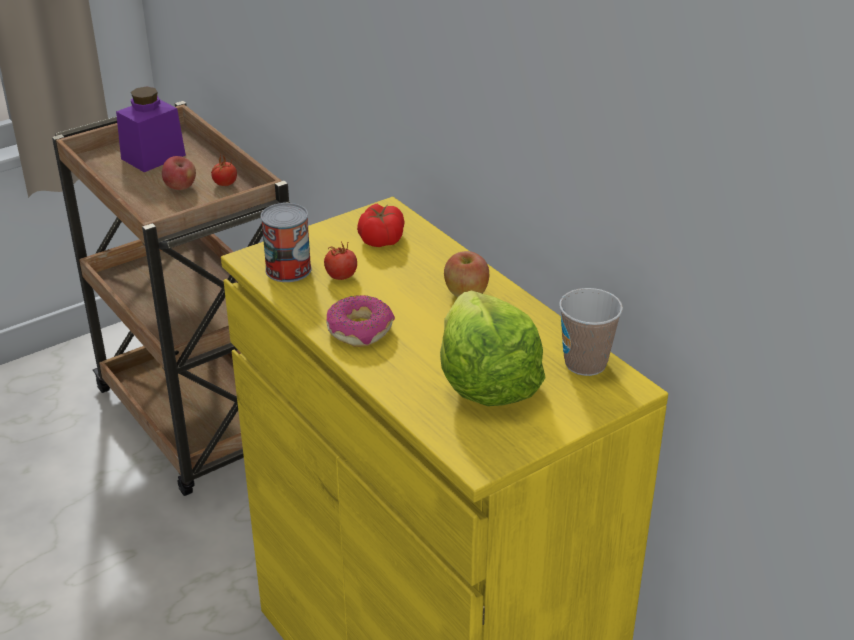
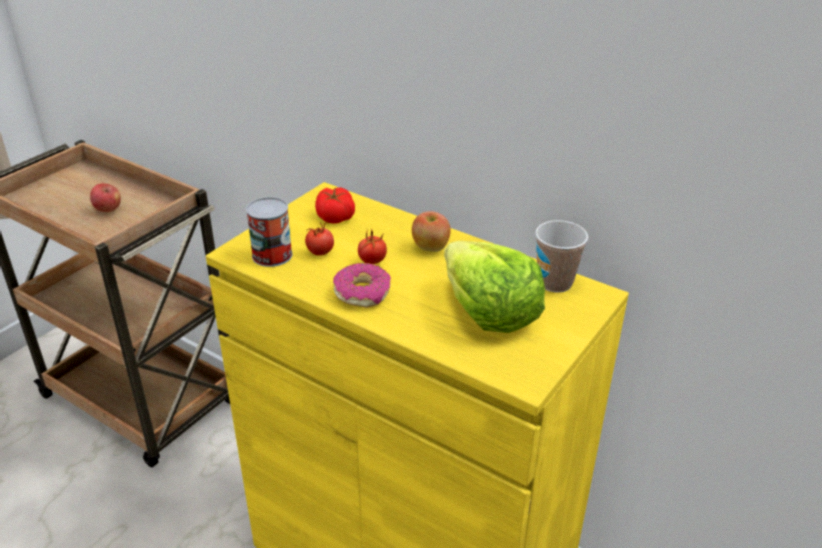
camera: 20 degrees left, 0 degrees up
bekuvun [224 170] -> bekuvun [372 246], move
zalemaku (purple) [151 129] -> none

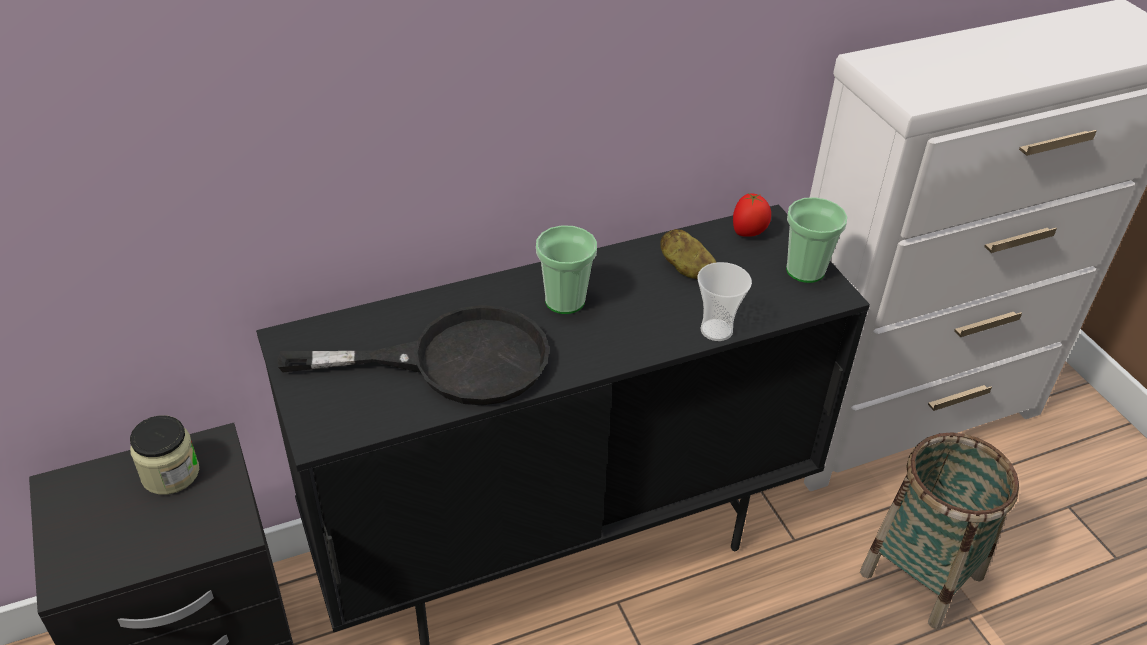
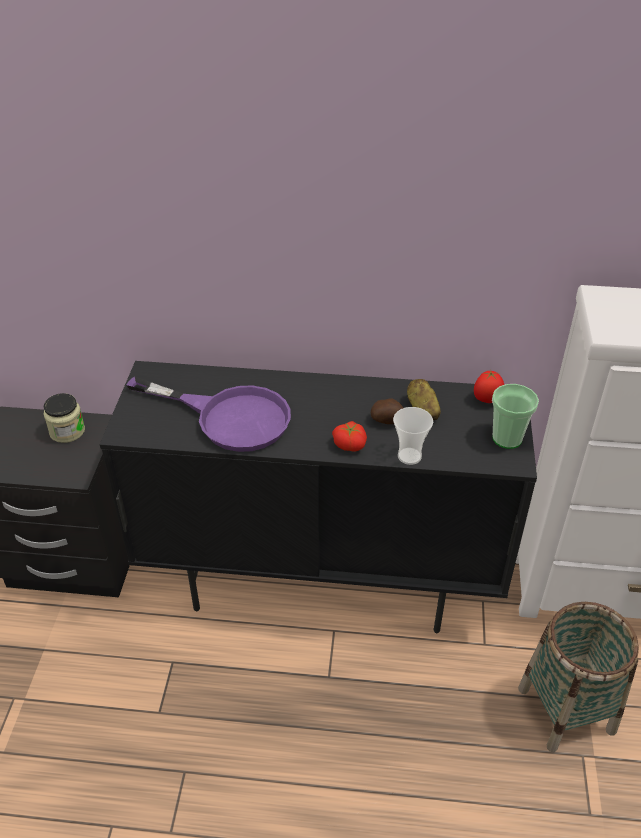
camera: 30 degrees right, 0 degrees up
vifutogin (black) [413 355] -> vifutogin (purple) [208 414]
none -> bekuvun [349 436]
none -> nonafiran [387 411]
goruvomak [566 269] -> none

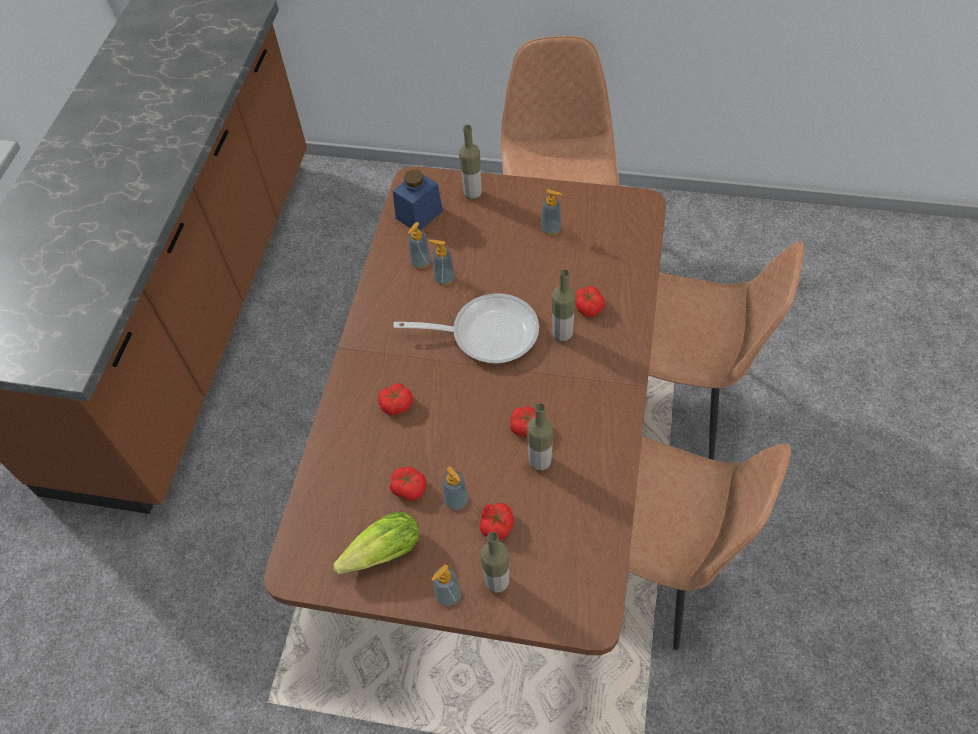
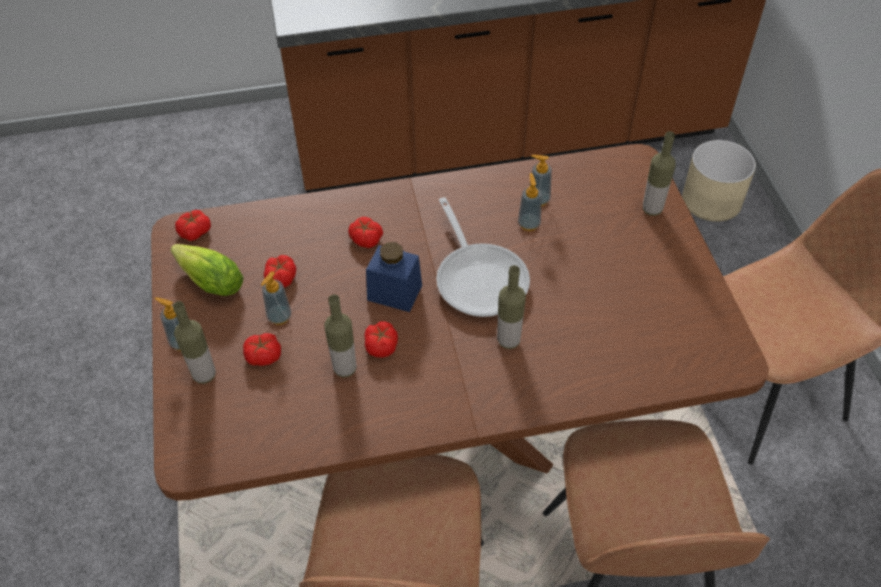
camera: 65 degrees right, 5 degrees down
bekuvun [590 301] -> bekuvun [193 225], move
zalemaku (blue) [418 199] -> zalemaku (blue) [394 277], move
none -> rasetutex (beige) [719 181]
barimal [551 212] -> none

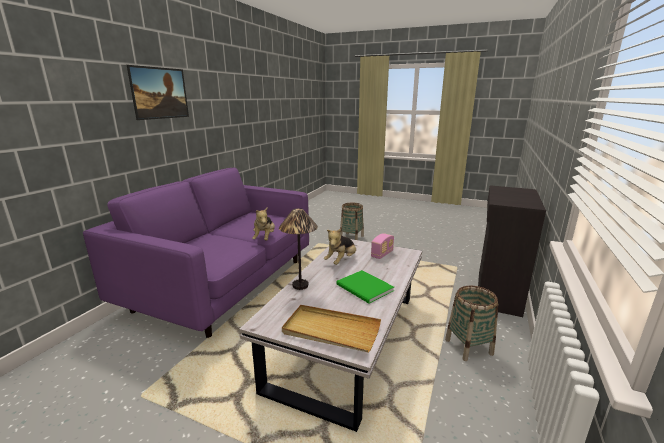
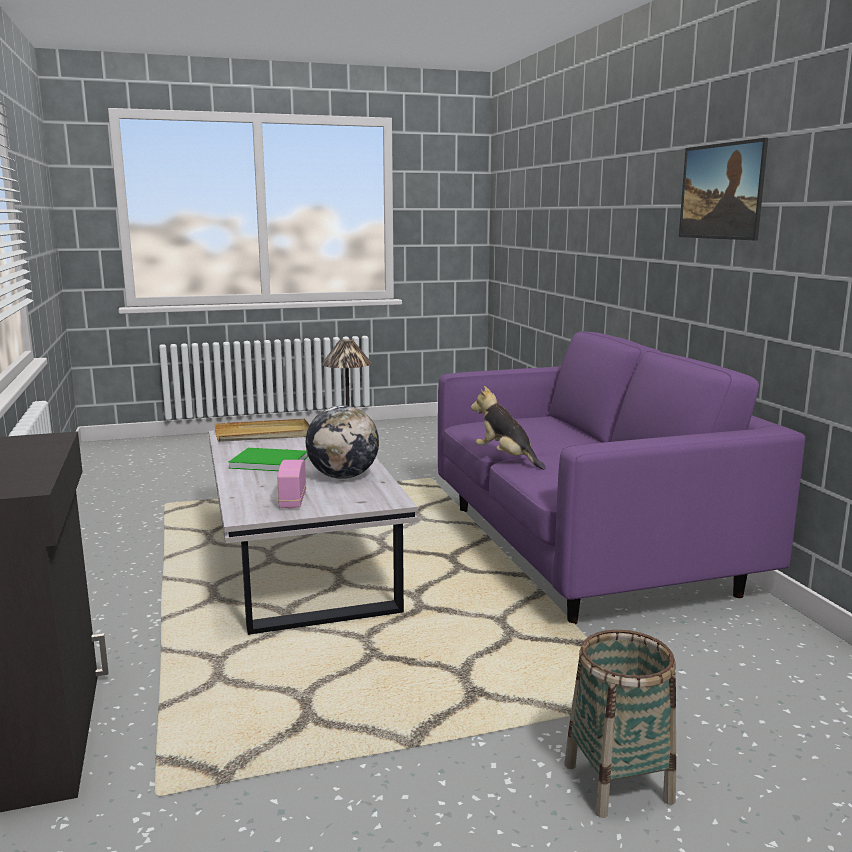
camera: 140 degrees right, 5 degrees down
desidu [340 246] -> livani [342 442]
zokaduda [471 323] -> none

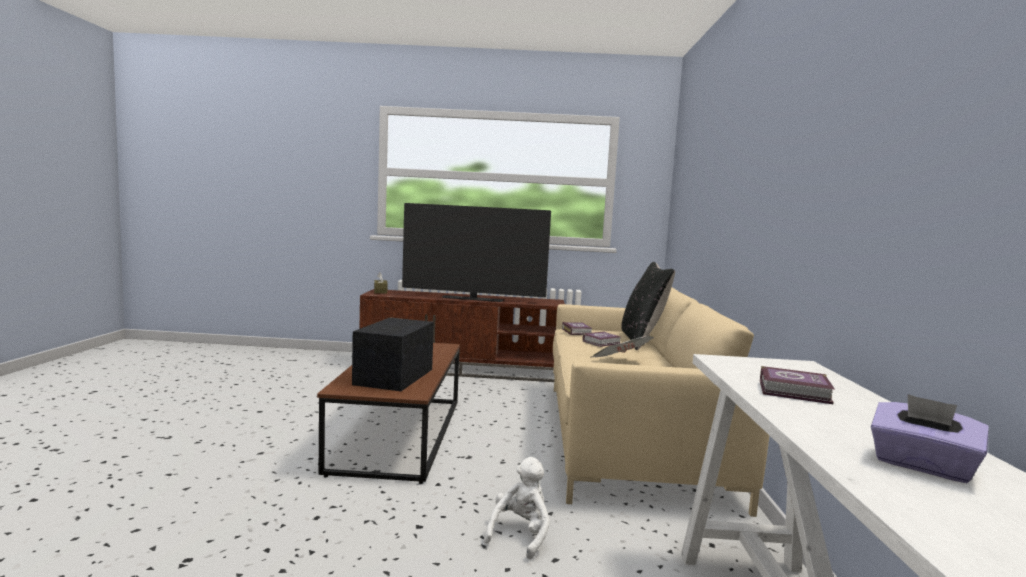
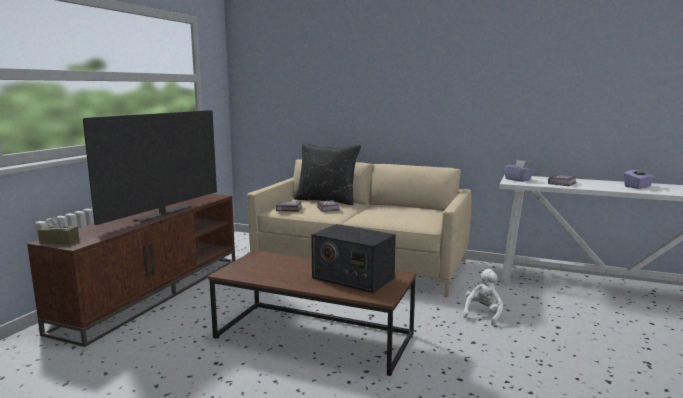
camera: 70 degrees left, 5 degrees up
desidu (white) [517 508] -> desidu (white) [483 297], 75 degrees clockwise
none -> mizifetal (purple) [519 171]
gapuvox [622 346] -> none

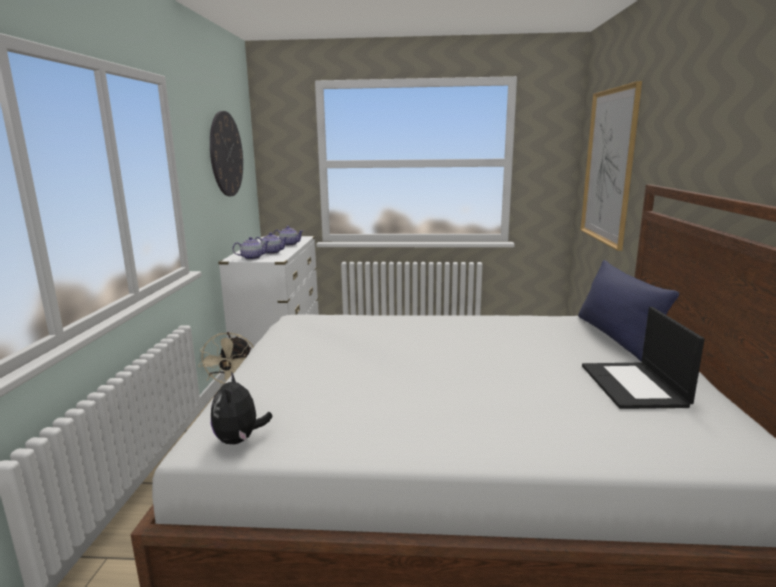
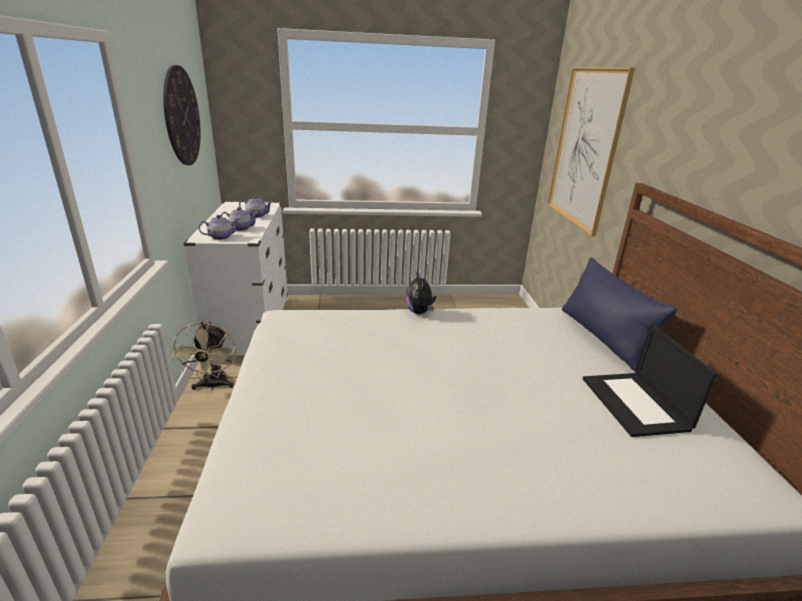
camera: 10 degrees left, 10 degrees up
desidu [242 408] -> desidu [420 293], move

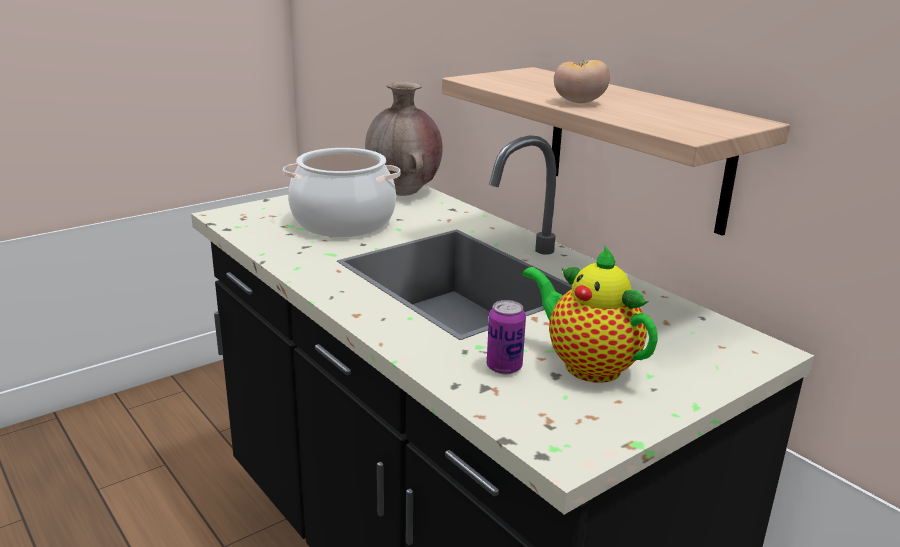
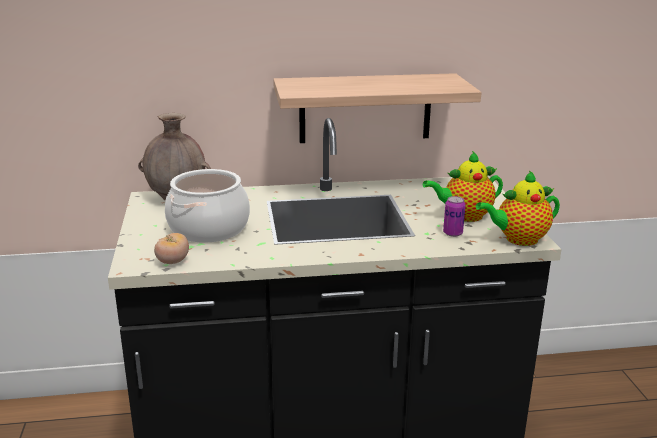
camera: 60 degrees left, 0 degrees up
bekuvun [582 81] -> bekuvun [171 248], move
none -> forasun [518 208]

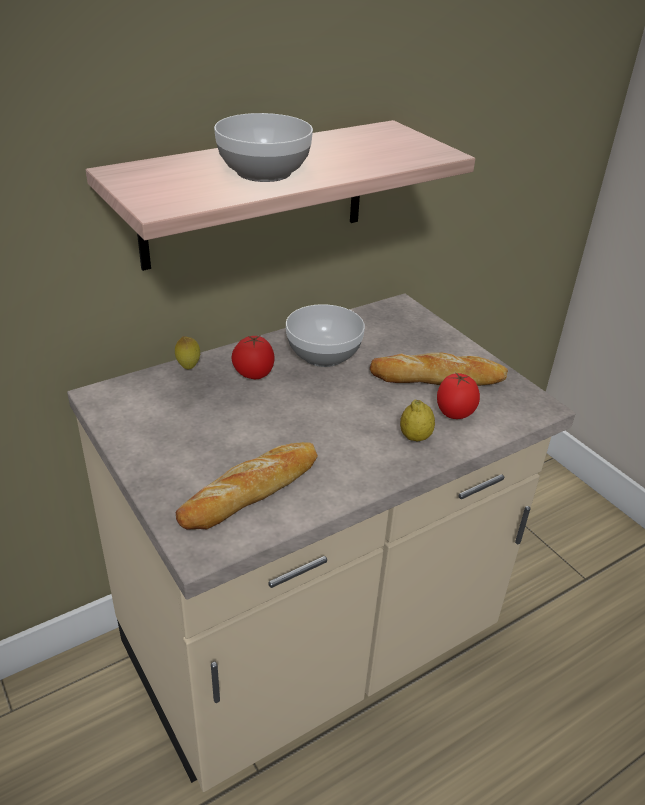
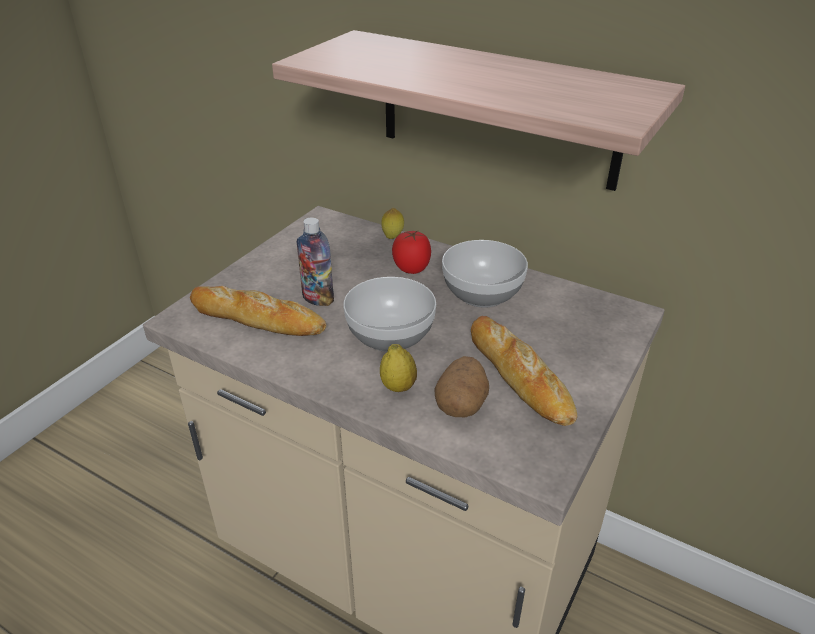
camera: 65 degrees right, 0 degrees up
none -> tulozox [315 261]
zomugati [263 147] -> zomugati [389 314], move
bekuvun [458 395] -> nonafiran [461 386]

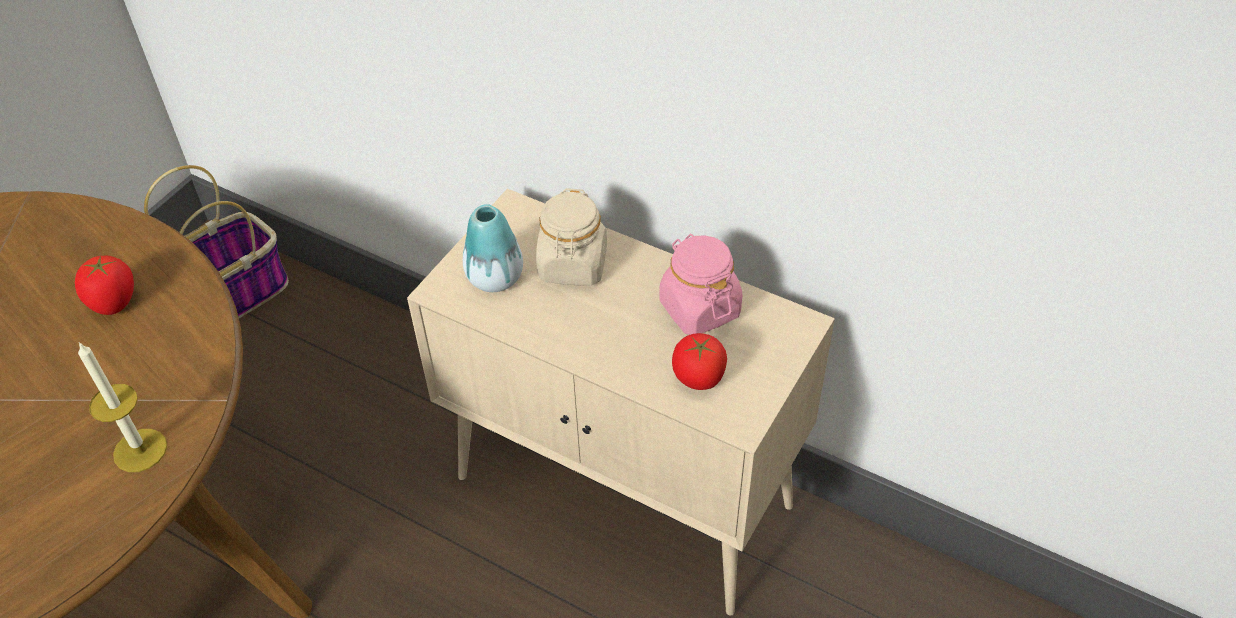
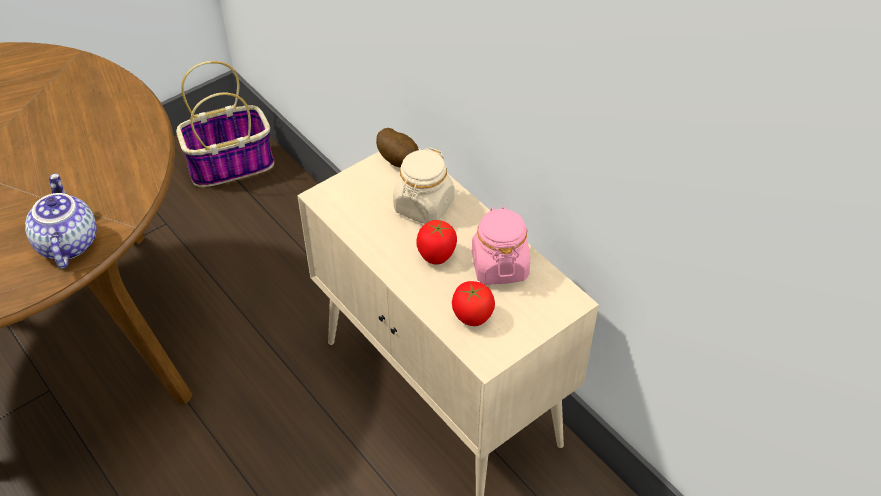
camera: 20 degrees right, 0 degrees up
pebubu [122 407] -> forasun [61 221]
none -> nonafiran [397 148]
bekuvun [104 285] -> bekuvun [436 242], move
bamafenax [493 248] -> none

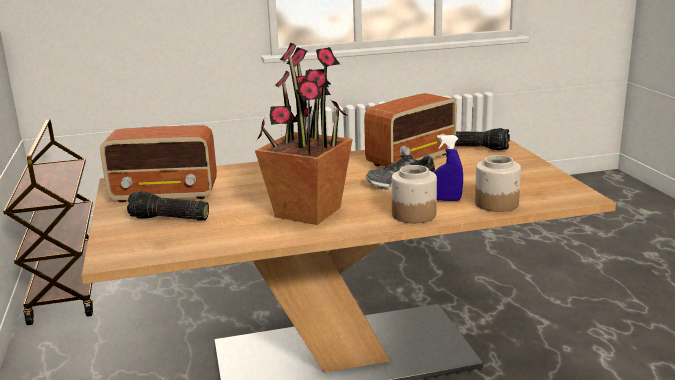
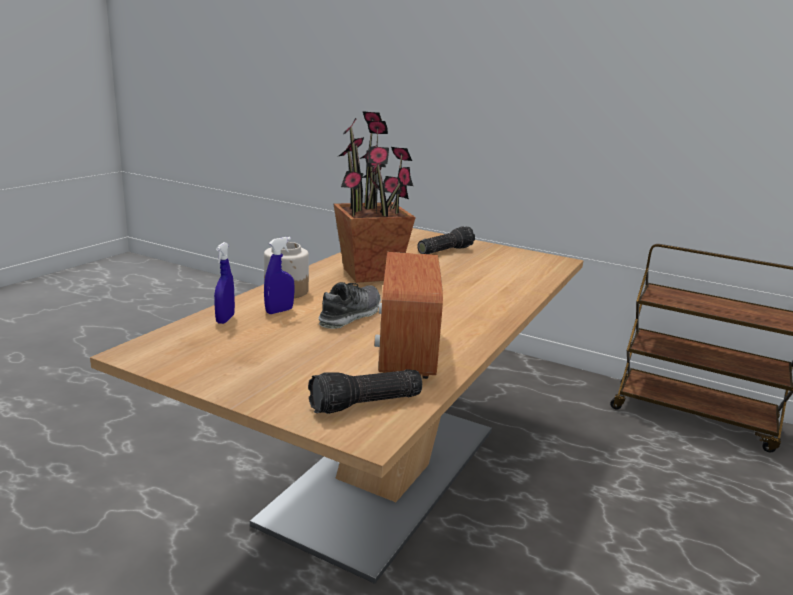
camera: 130 degrees right, 0 degrees up
zalemaku [498 183] -> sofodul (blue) [224 283]
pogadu [158 164] -> none

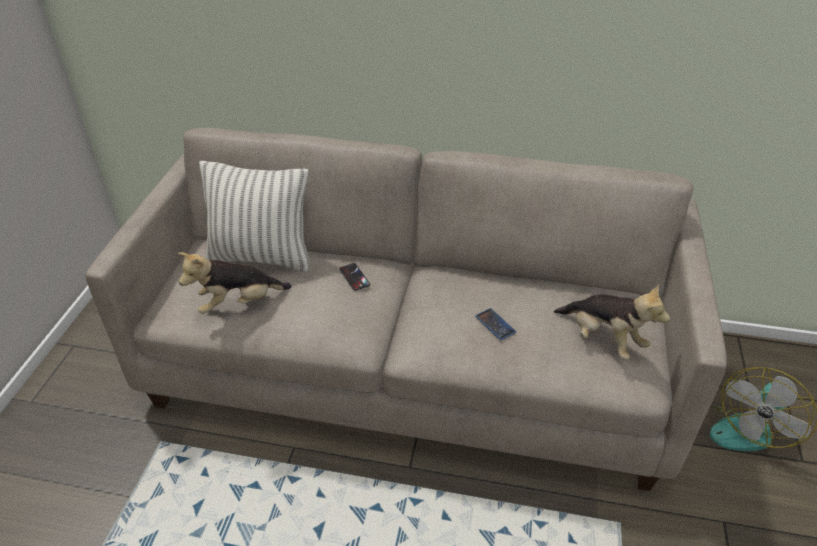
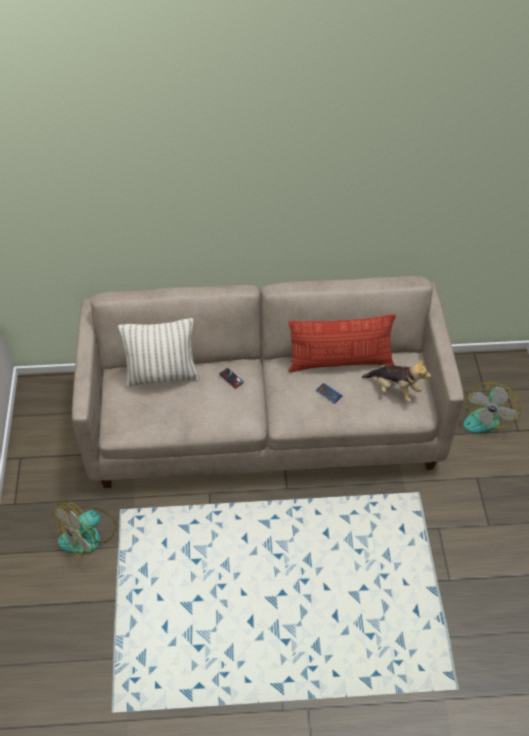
camera: 15 degrees left, 10 degrees up
none -> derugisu [85 529]
none -> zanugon [342 343]
desidu [234 283] -> none

